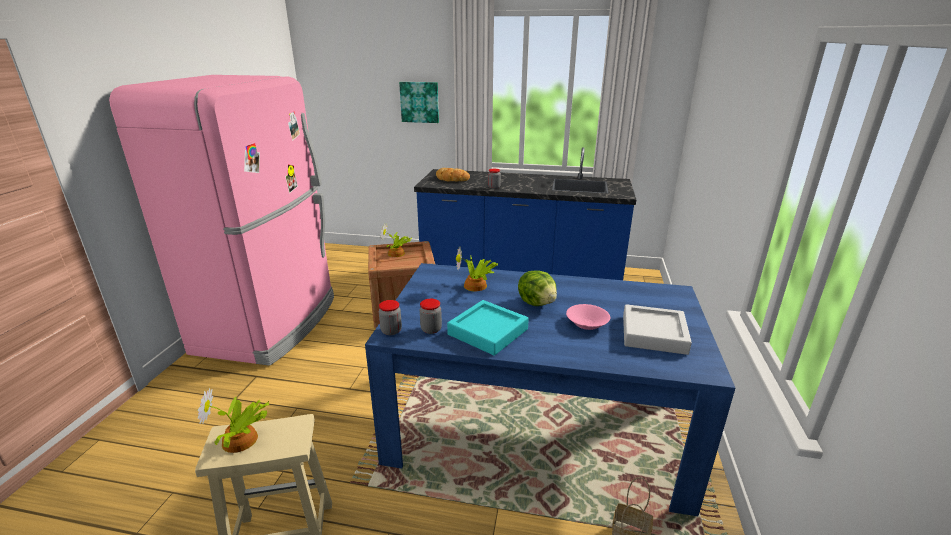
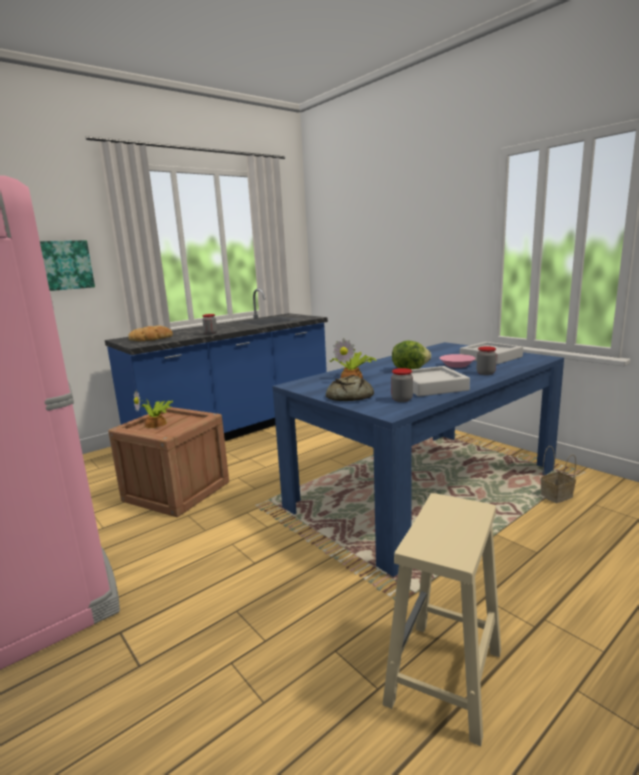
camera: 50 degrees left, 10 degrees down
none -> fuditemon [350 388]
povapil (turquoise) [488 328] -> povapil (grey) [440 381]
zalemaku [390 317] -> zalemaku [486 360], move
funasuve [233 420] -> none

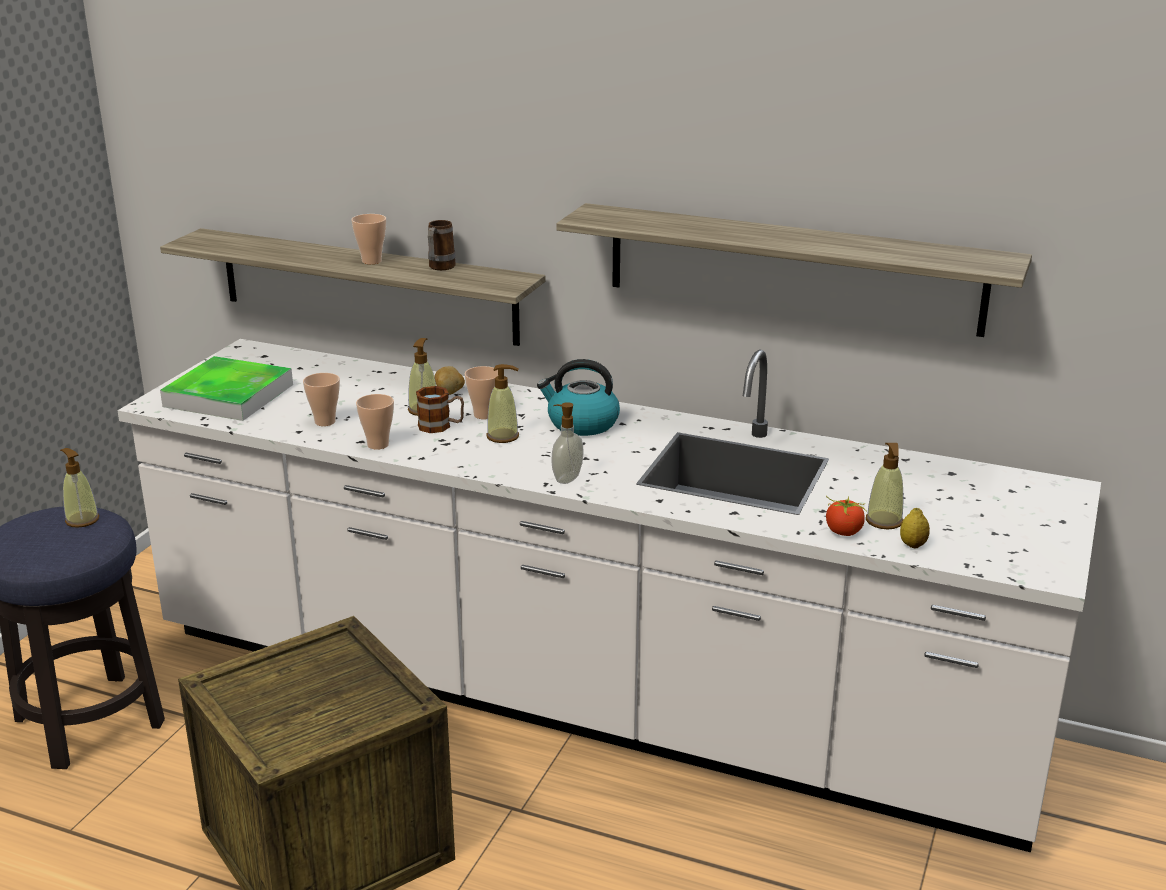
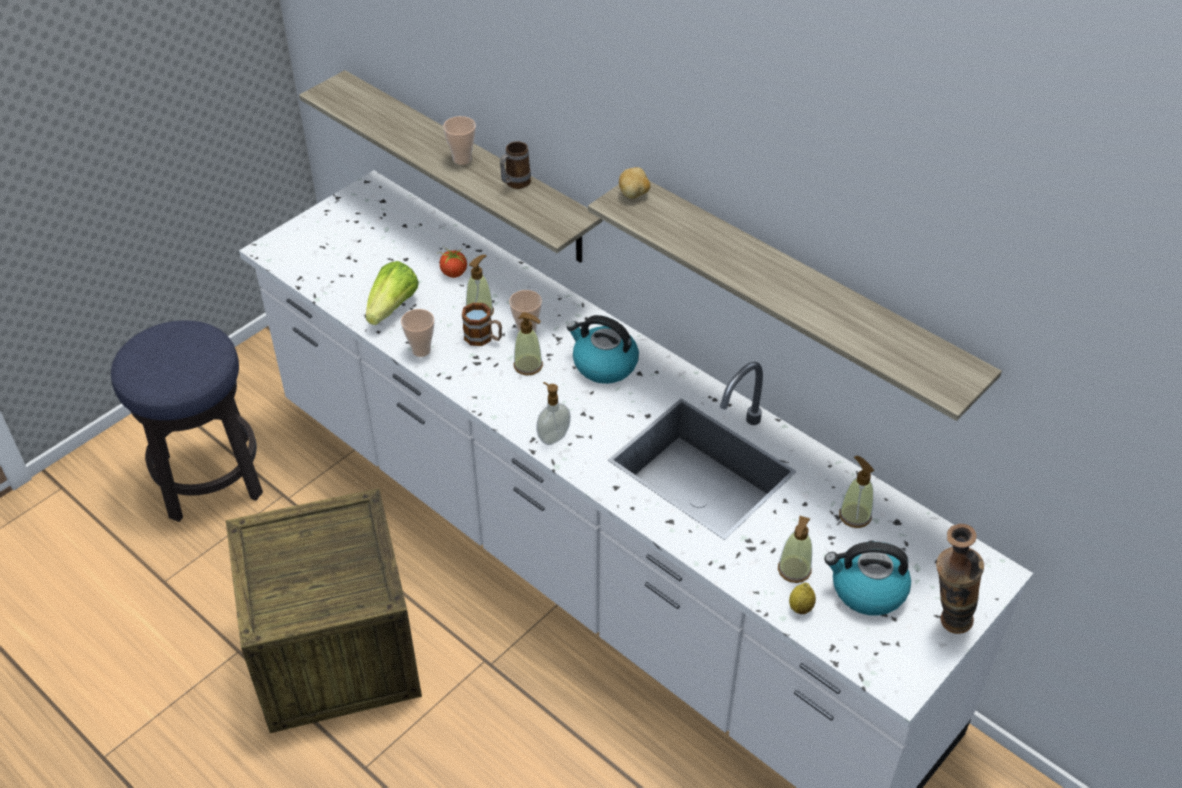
camera: 20 degrees right, 20 degrees up
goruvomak [321 399] -> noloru [392 293]
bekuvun [846 516] -> bekuvun [452 262], move
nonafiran [449 380] -> nonafiran [634 183], move
none -> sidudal [867 579]
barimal [79 488] -> barimal [856 492], move
none -> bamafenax [960 579]
povapil [226 388] -> none

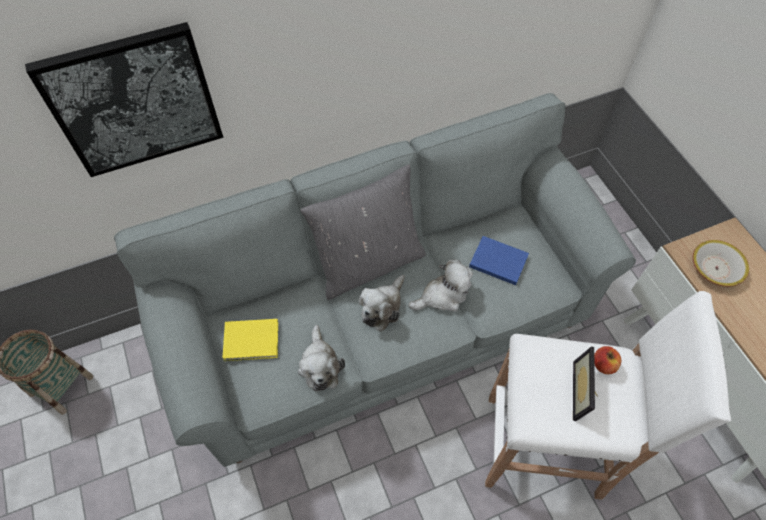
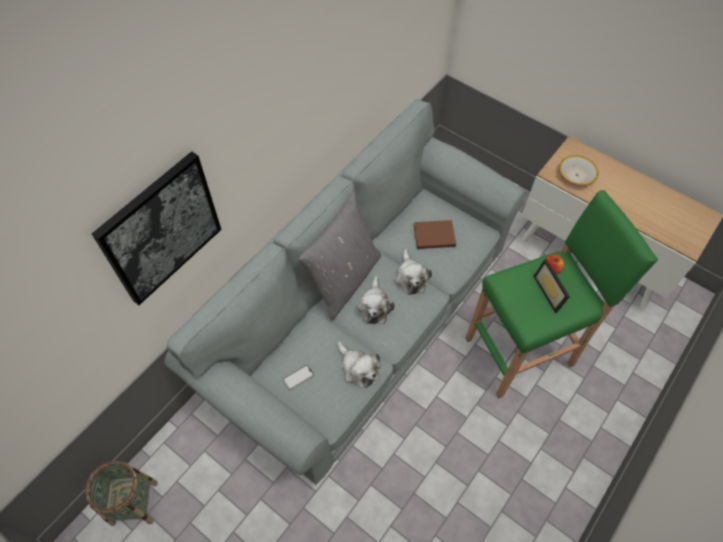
camera: 30 degrees left, 0 degrees up
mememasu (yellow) [250 340] -> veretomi [298 377]
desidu [440 285] -> desidu [413 272], 135 degrees clockwise
mememasu (blue) [499 260] -> mememasu (brown) [435 234]
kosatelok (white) [608 395] -> kosatelok (green) [562 294]

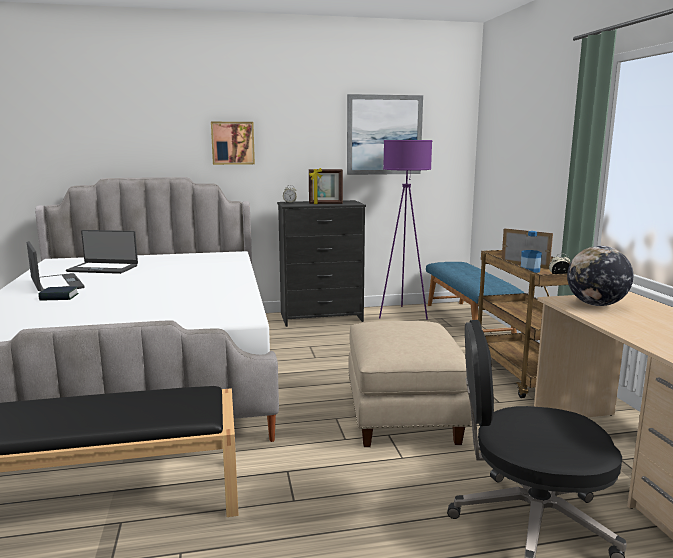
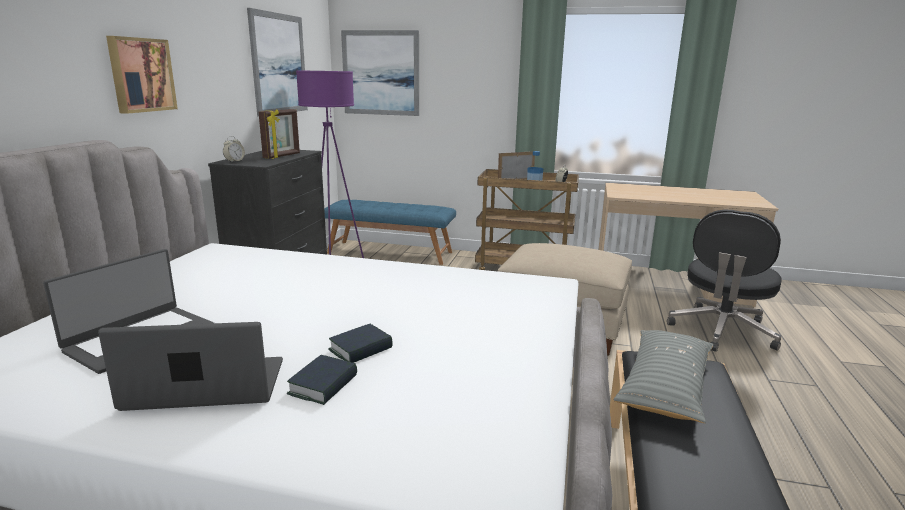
camera: 65 degrees left, 5 degrees up
none -> mememasu [361 343]
none -> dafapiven [380 73]
none -> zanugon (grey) [664 376]
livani [600 276] -> none

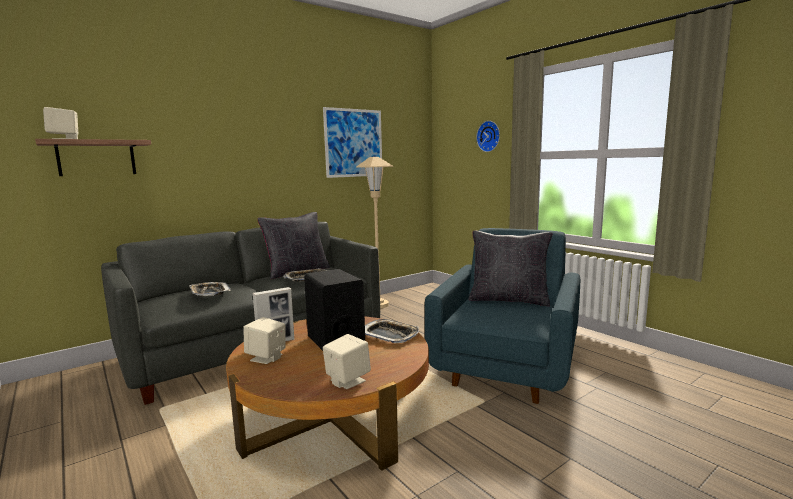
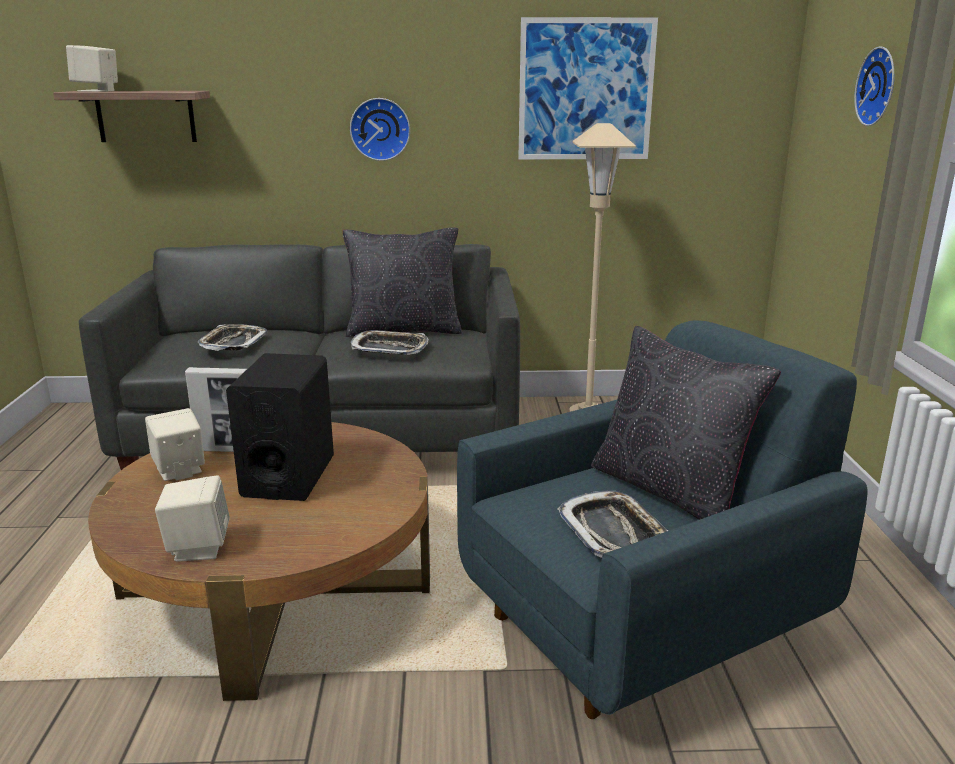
camera: 35 degrees right, 10 degrees up
none -> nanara [380 129]
povapil [392 331] -> povapil [613 524], move

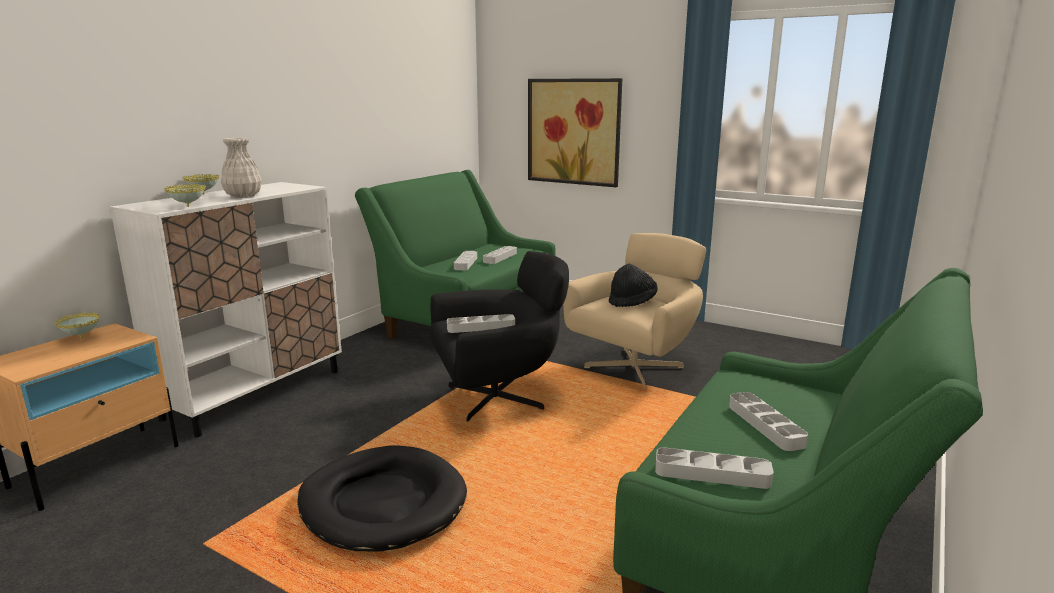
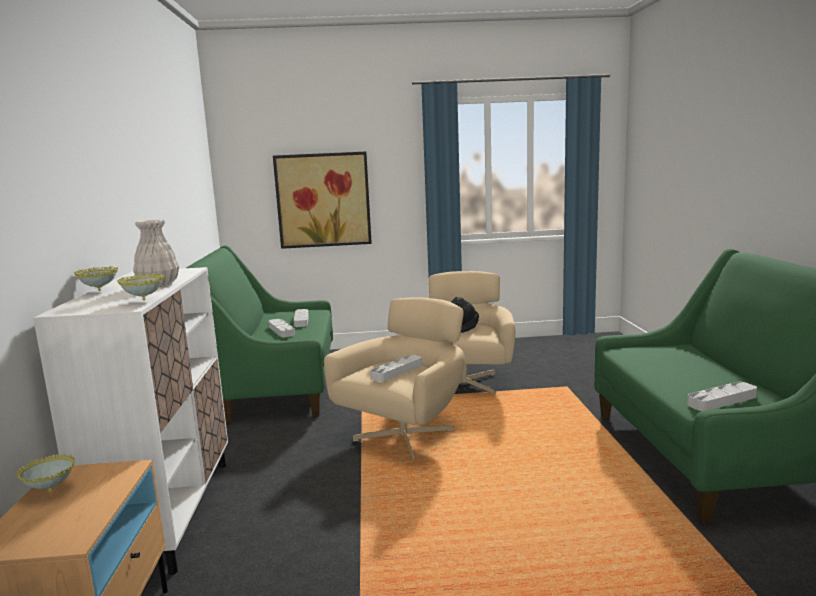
camera: 35 degrees left, 5 degrees down
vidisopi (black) [499 336] -> vidisopi (beige) [394 378]
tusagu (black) [382 498] -> none
povapil (grey) [768 421] -> none

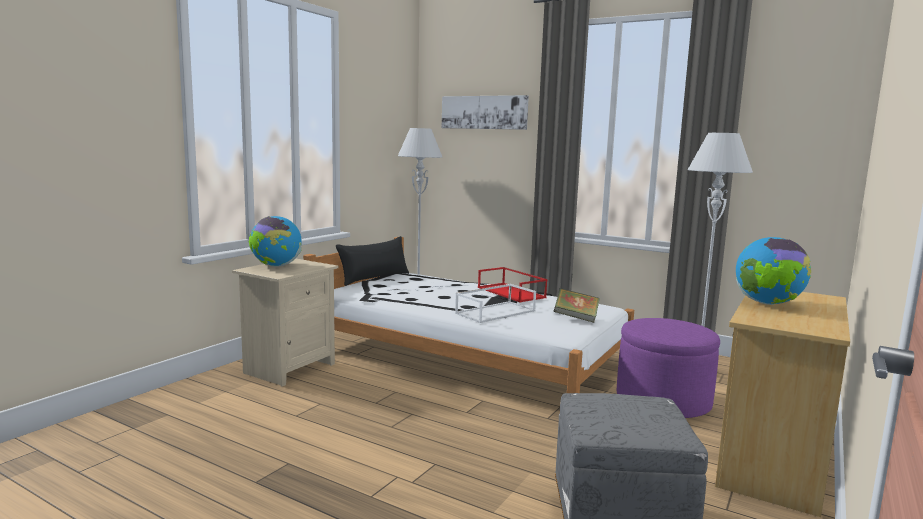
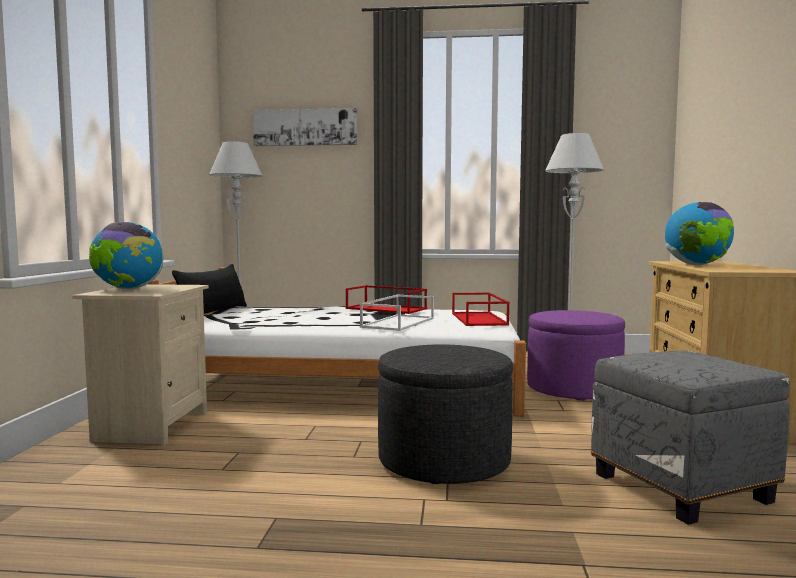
camera: 25 degrees left, 5 degrees down
none -> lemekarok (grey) [445 414]
mememasu [576 305] -> povapil (red) [480 309]

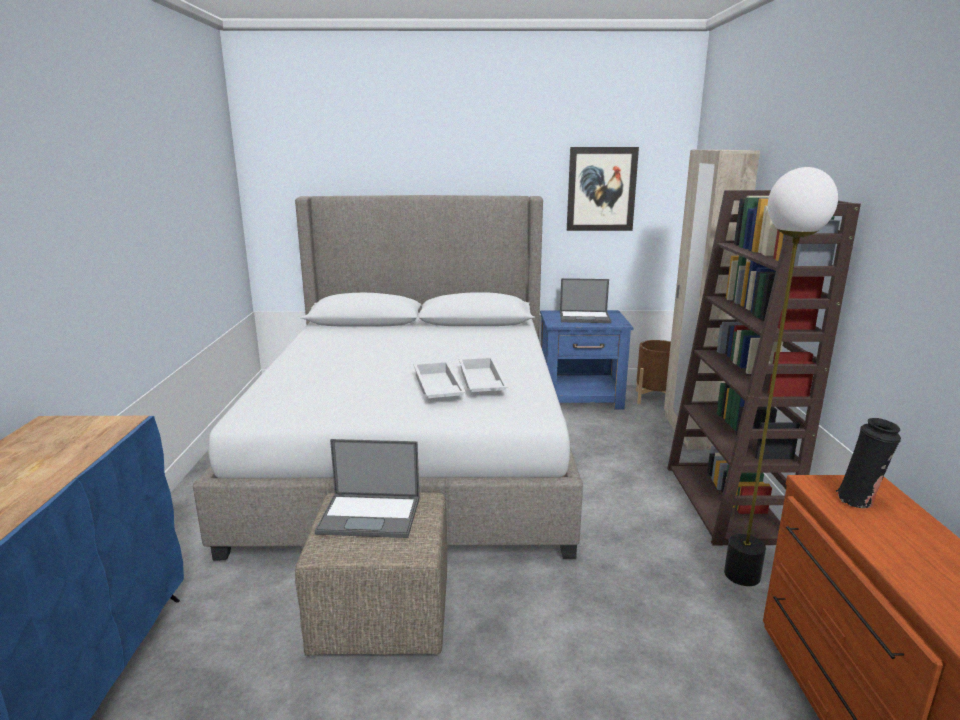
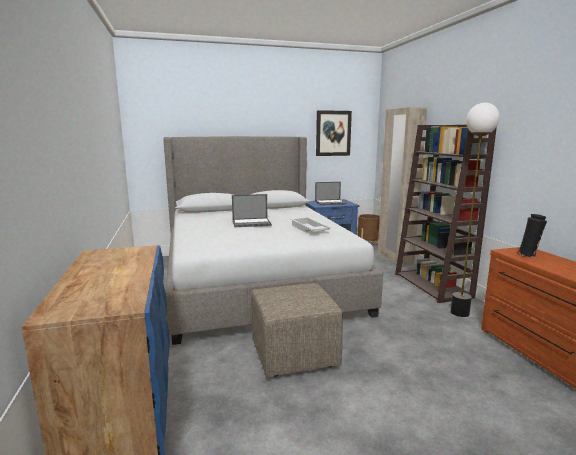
camera: 15 degrees left, 5 degrees down
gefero [367 488] -> gefero [252 210], move
povapil (white) [439 379] -> none

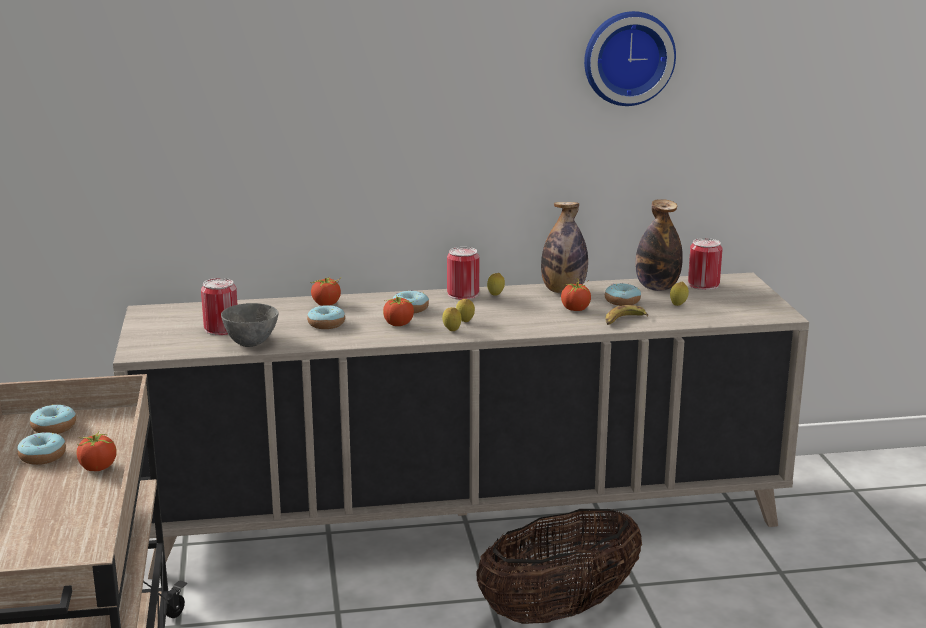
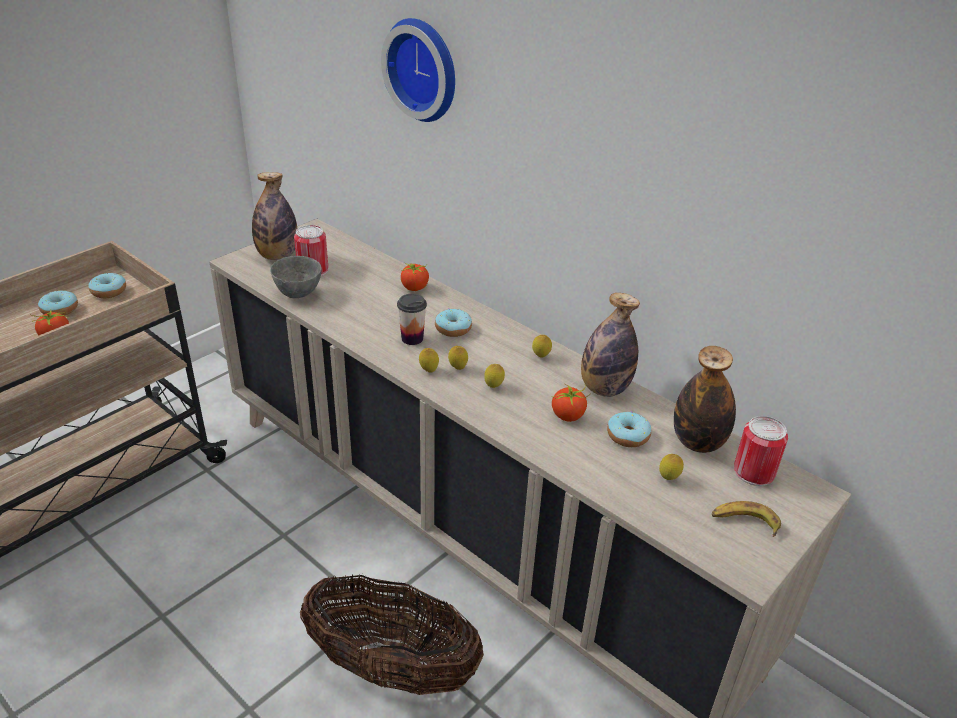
camera: 50 degrees right, 15 degrees up
none -> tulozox [274 216]
nanara [630 58] -> nanara [418 70], move
bekuvun [398 310] -> goruvomak [412 319]
none -> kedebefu [494 376]
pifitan [626 315] -> pifitan [746 519], move
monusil [326 317] -> none
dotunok [463 273] -> none

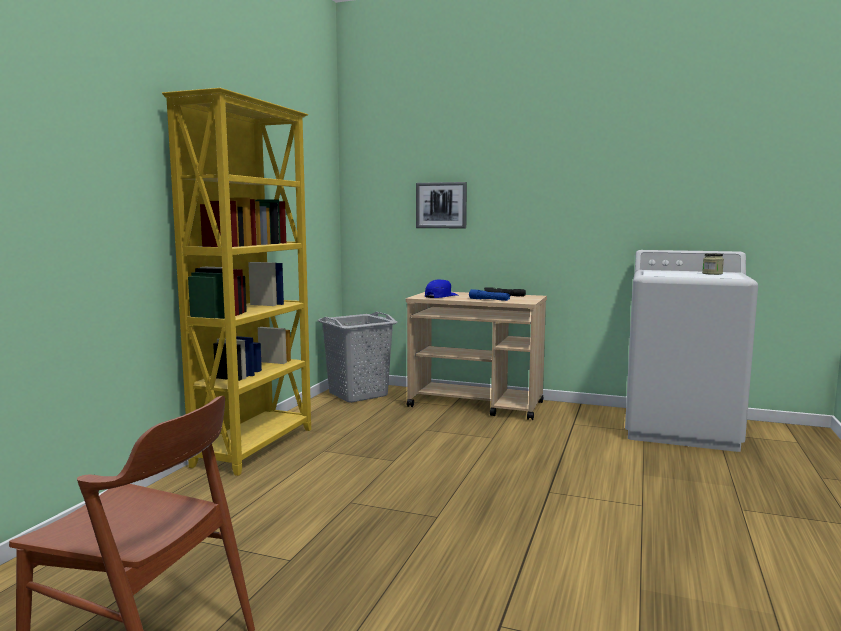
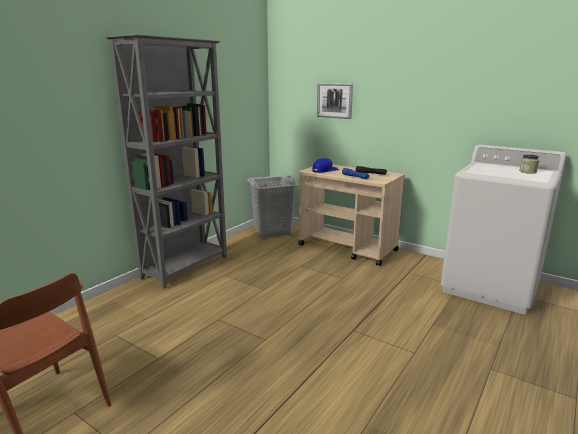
camera: 15 degrees right, 10 degrees up
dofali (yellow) [236 282] -> dofali (grey) [166 161]

